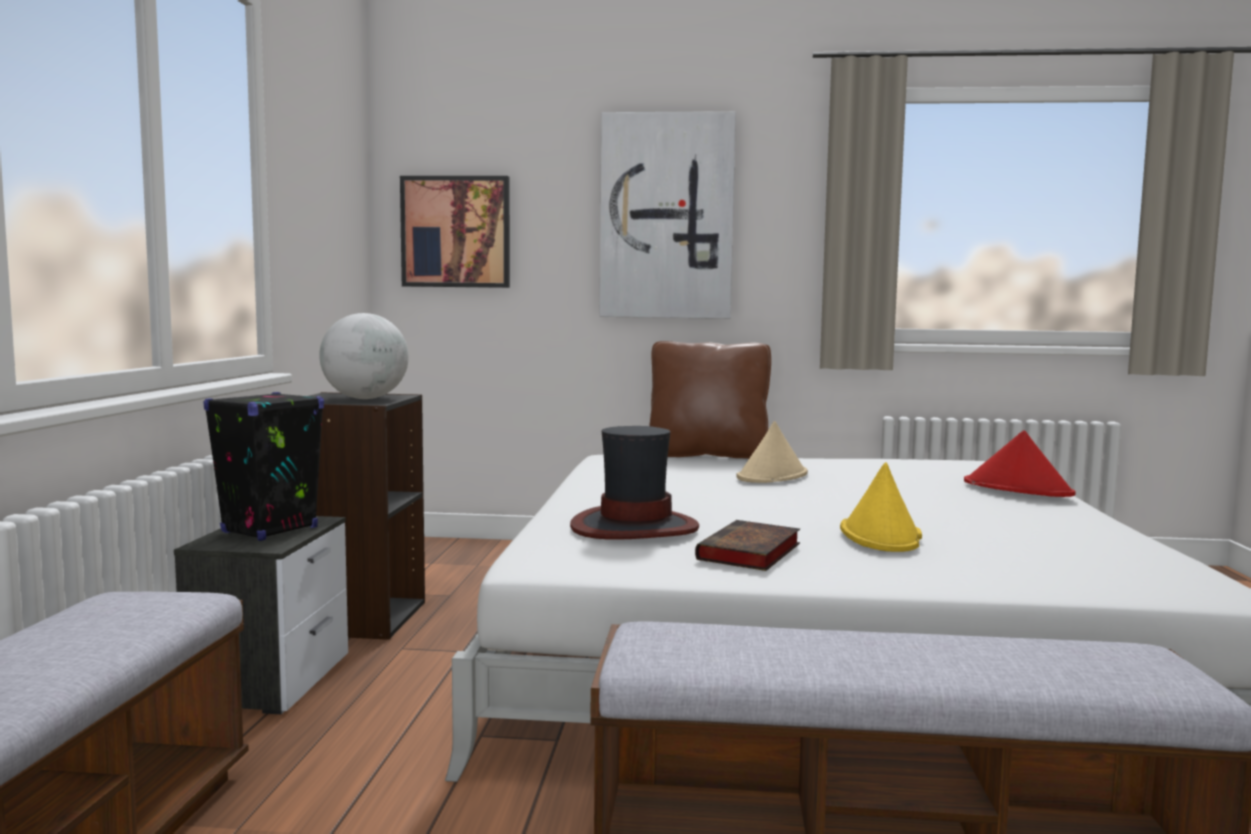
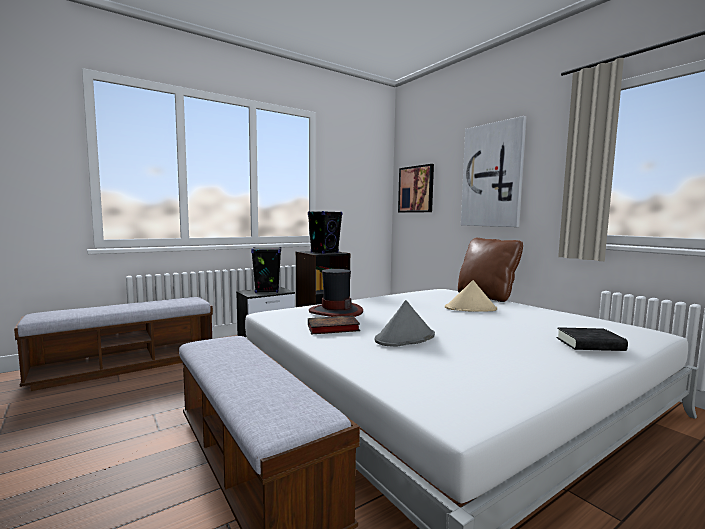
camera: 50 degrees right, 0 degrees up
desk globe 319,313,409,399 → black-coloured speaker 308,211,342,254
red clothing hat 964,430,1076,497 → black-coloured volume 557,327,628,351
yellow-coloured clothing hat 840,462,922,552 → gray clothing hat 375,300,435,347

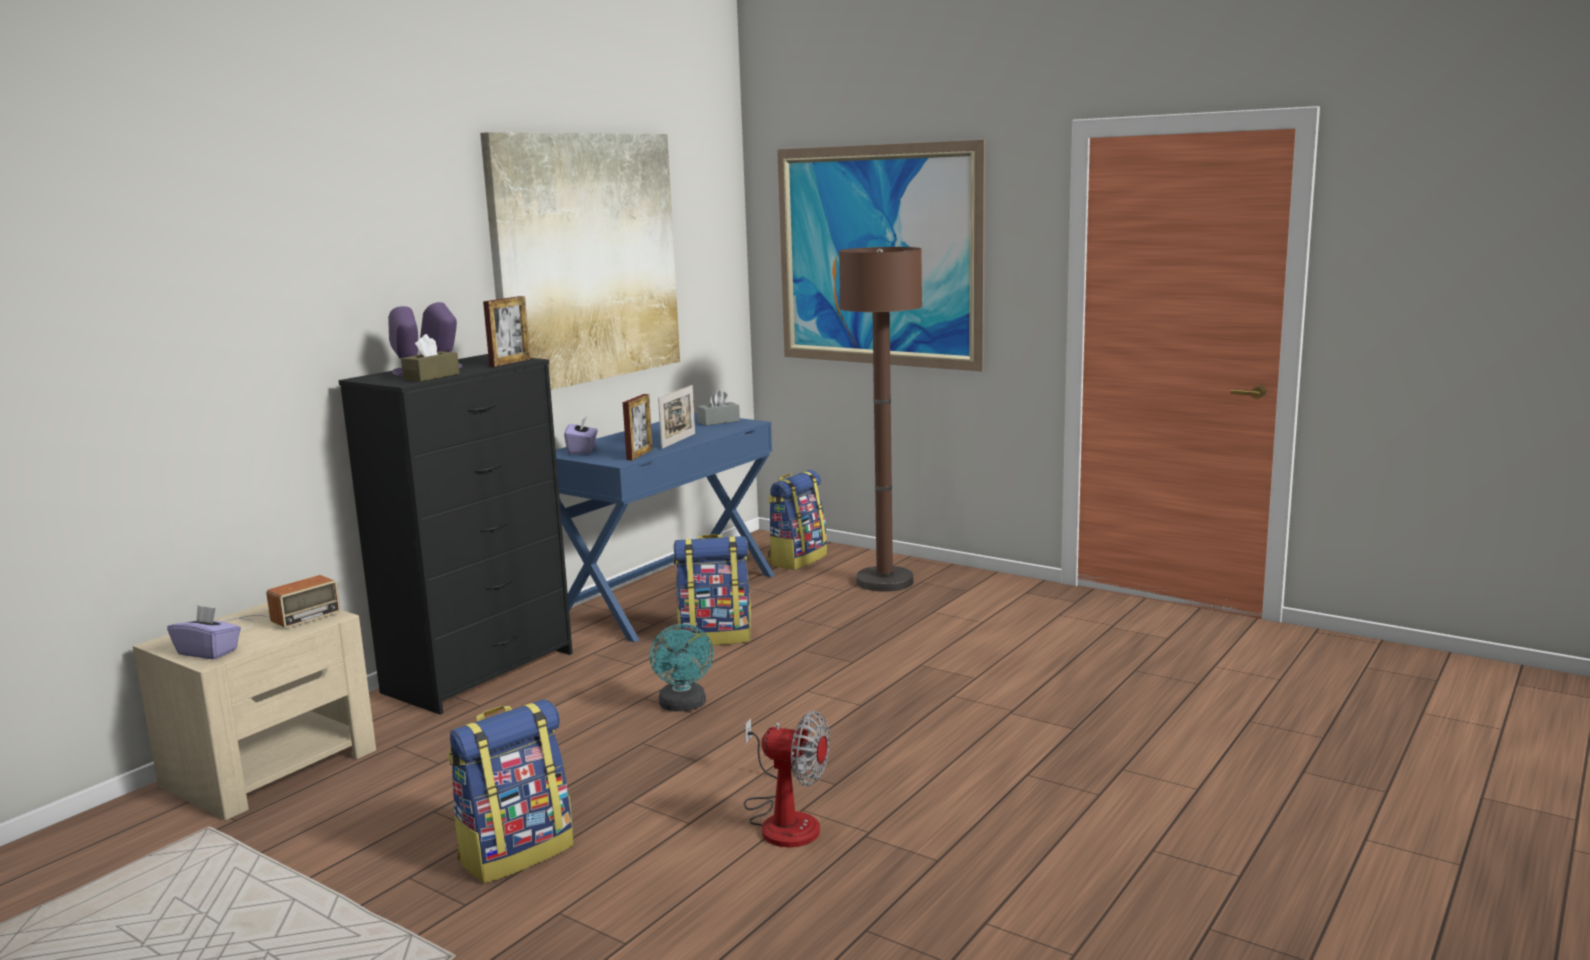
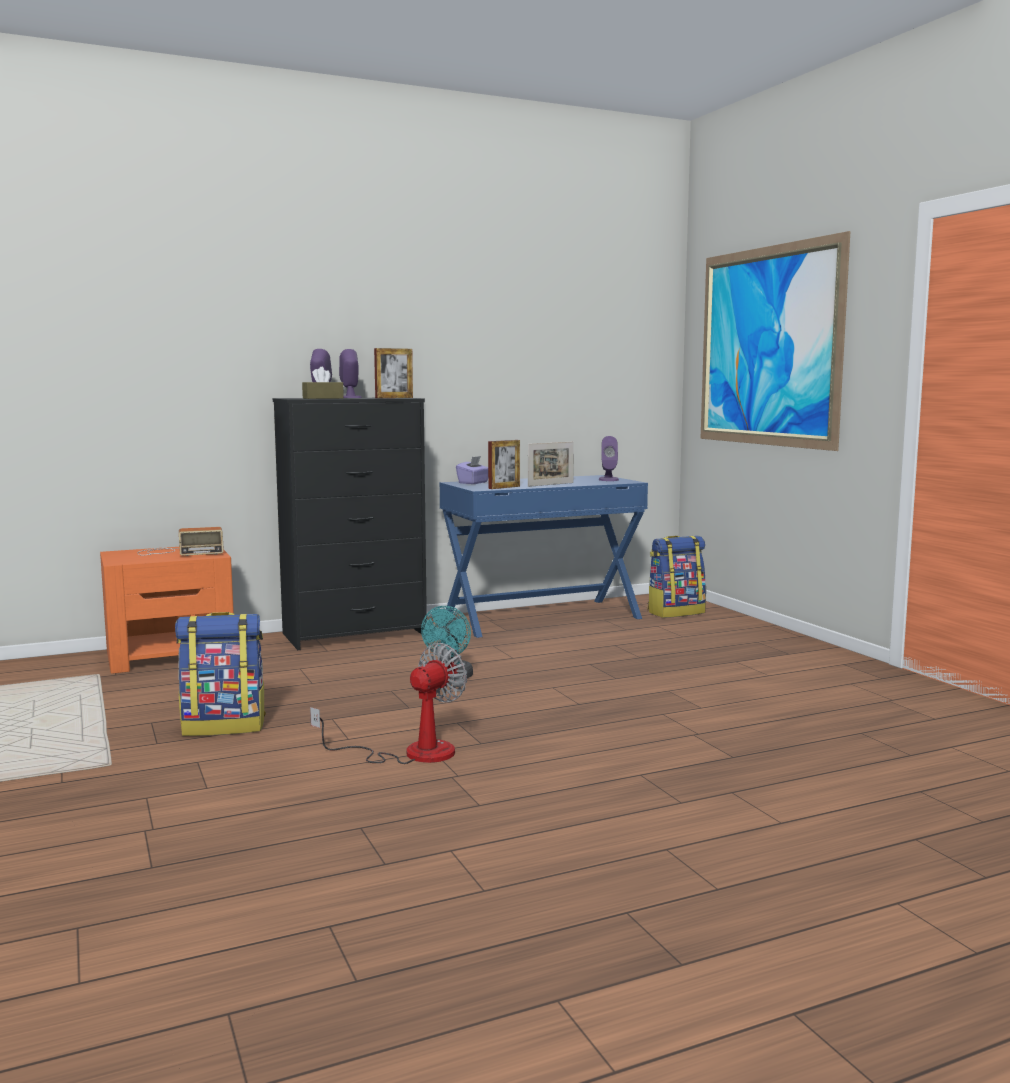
camera: 30 degrees right, 5 degrees down
picture 480,132,680,390 → -
brownish standard lamp 839,247,922,592 → -
gray tissue holder 697,390,740,425 → purplish speaker 599,436,619,481
backpack 673,534,751,646 → -
sand-coloured nightstand 133,602,376,820 → orange-coloured nightstand 100,547,234,674
purplish tissue holder 167,605,241,659 → -
fan 744,711,830,848 → fan 310,643,467,764, 105 degrees counterclockwise

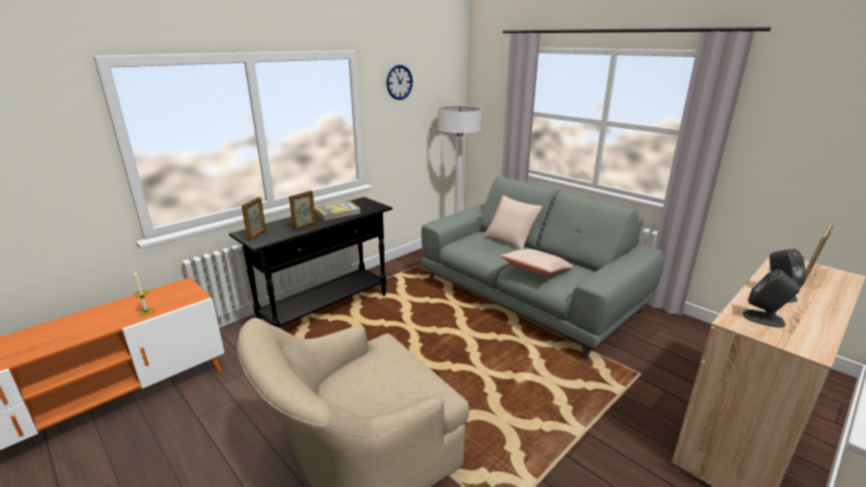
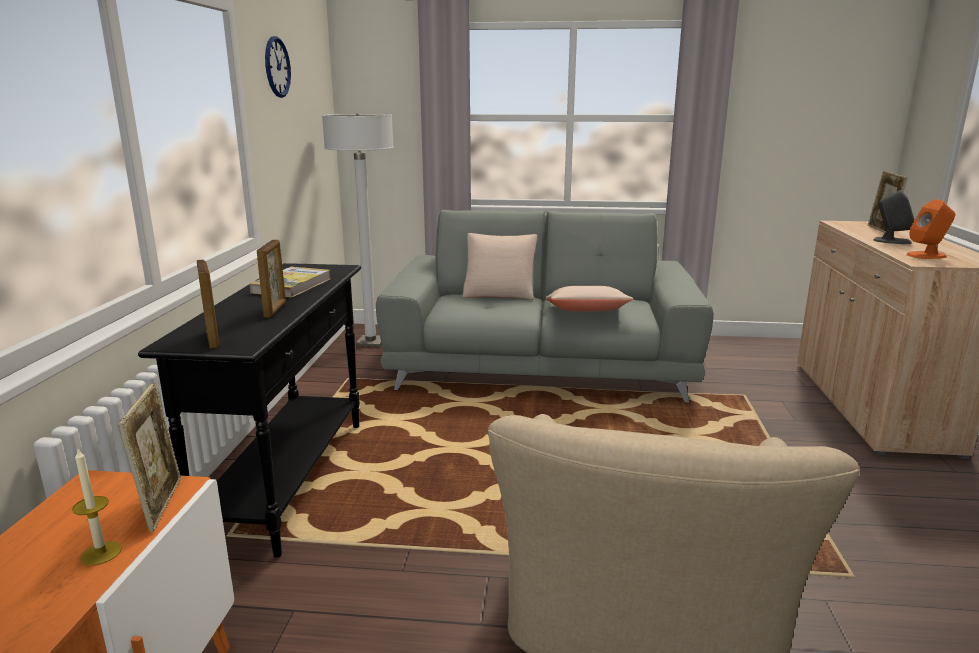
camera: 40 degrees left, 5 degrees down
gray speaker 743,270,800,328 → orange-coloured speaker 906,200,955,259
- → picture frame 118,383,181,532

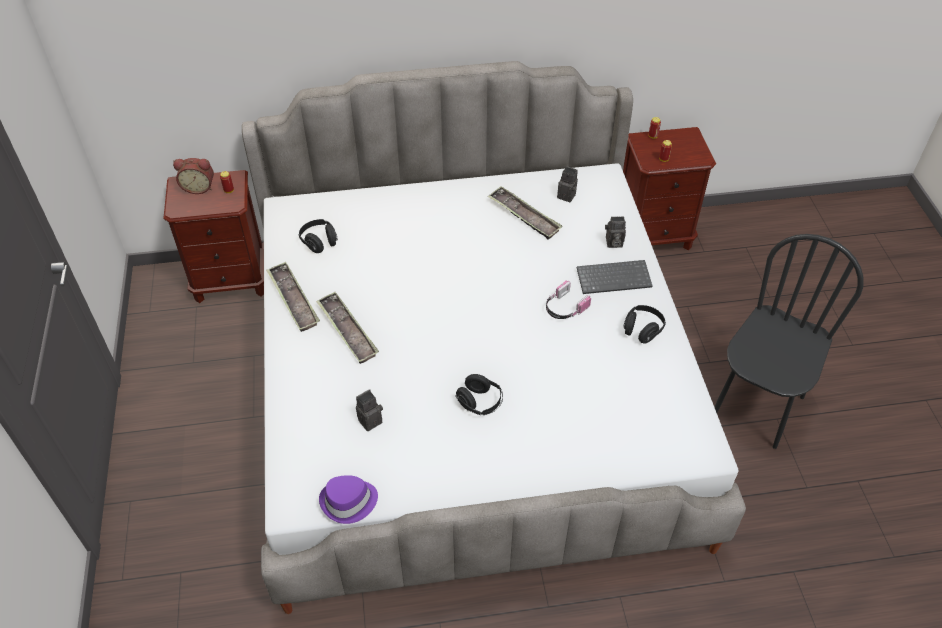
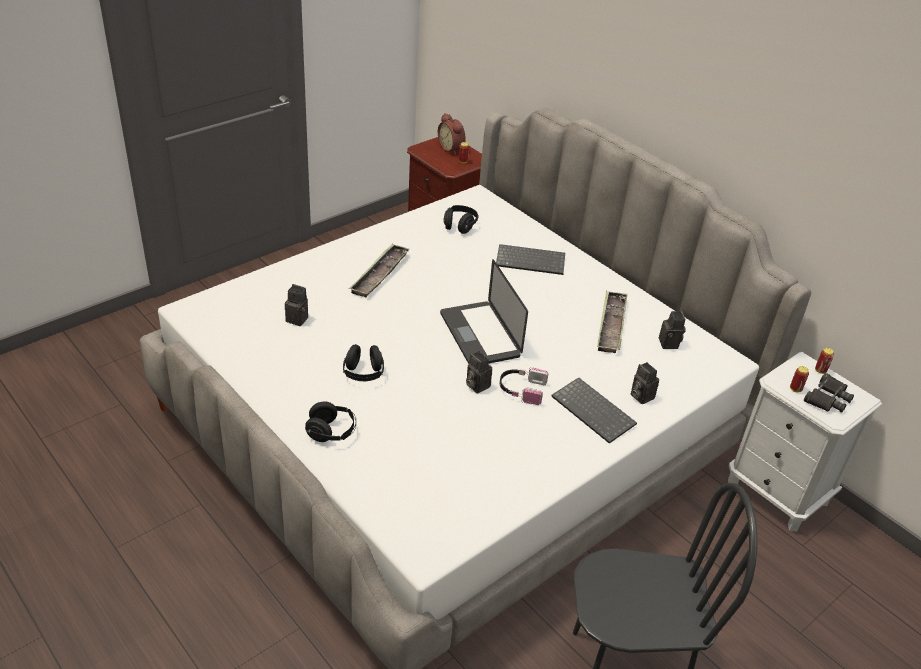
camera: 55 degrees right, 10 degrees down
brownish nightstand 623,127,716,250 → whitish nightstand 728,352,882,531
carrying tray 266,262,320,332 → -
black-coloured headset 623,305,666,344 → black-coloured headset 305,402,356,442, move
purplish clothing hat 319,475,378,524 → -
- → keyboard 496,244,565,275
- → notebook computer 440,259,528,364
- → still camera 466,351,492,394
- → black-coloured binoculars 804,373,854,413

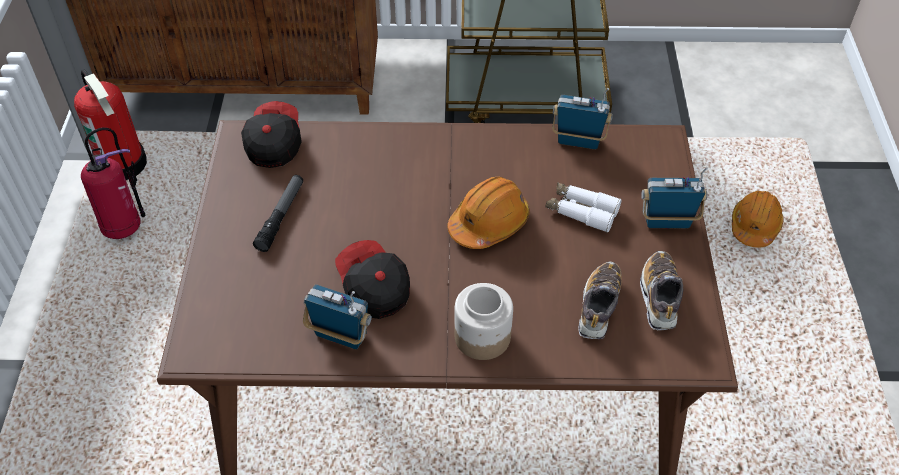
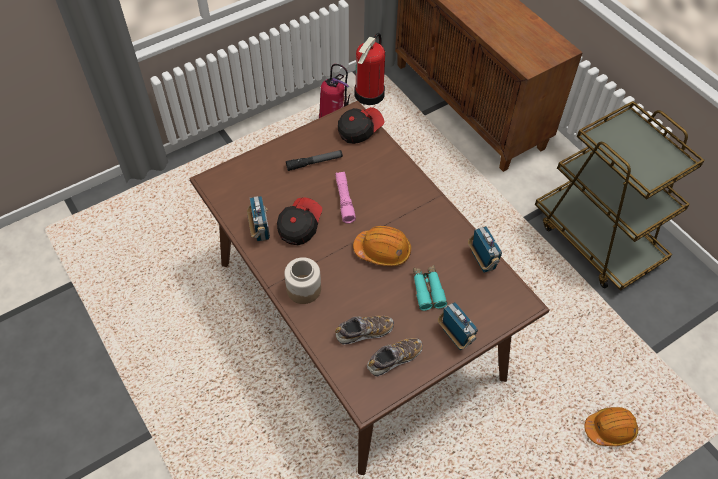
camera: 55 degrees right, 5 degrees up
whitish binoculars 546,182,621,233 → blue-green binoculars 413,265,448,311
- → pinkish hand torch 335,172,356,224

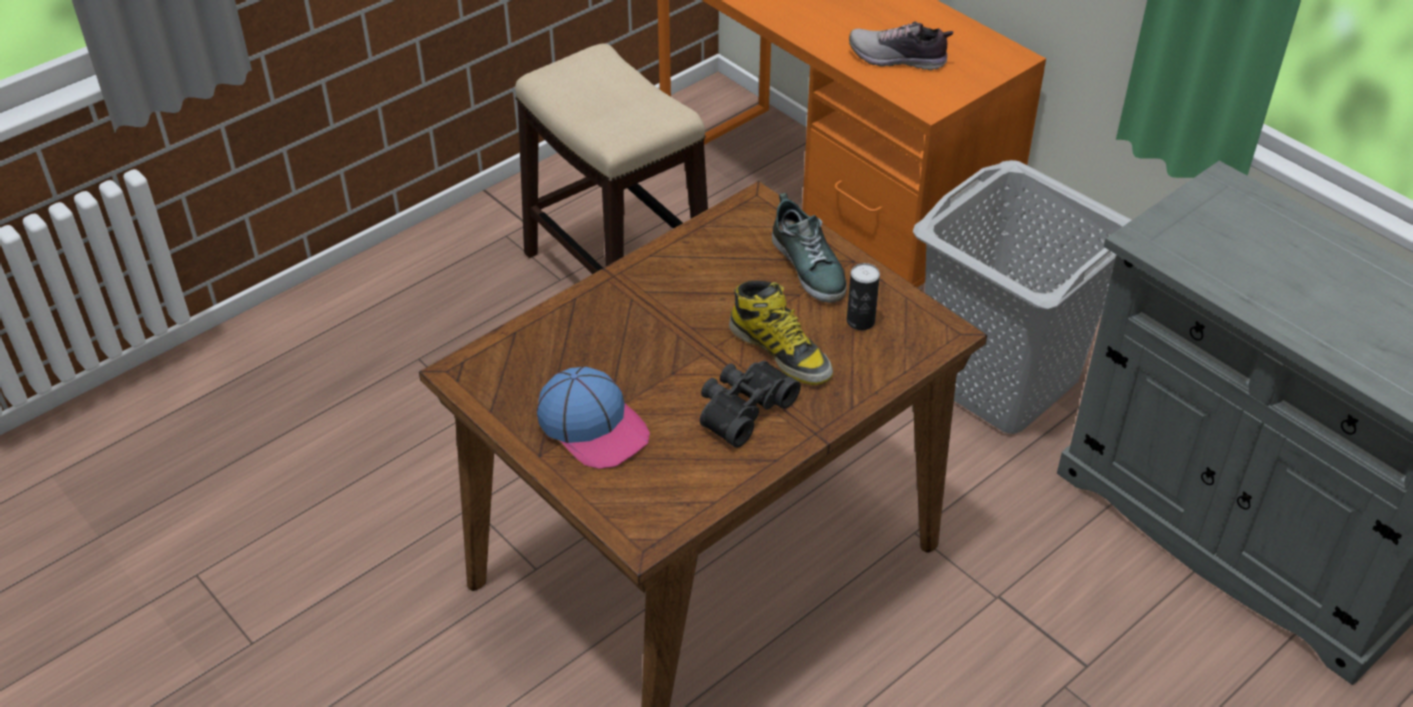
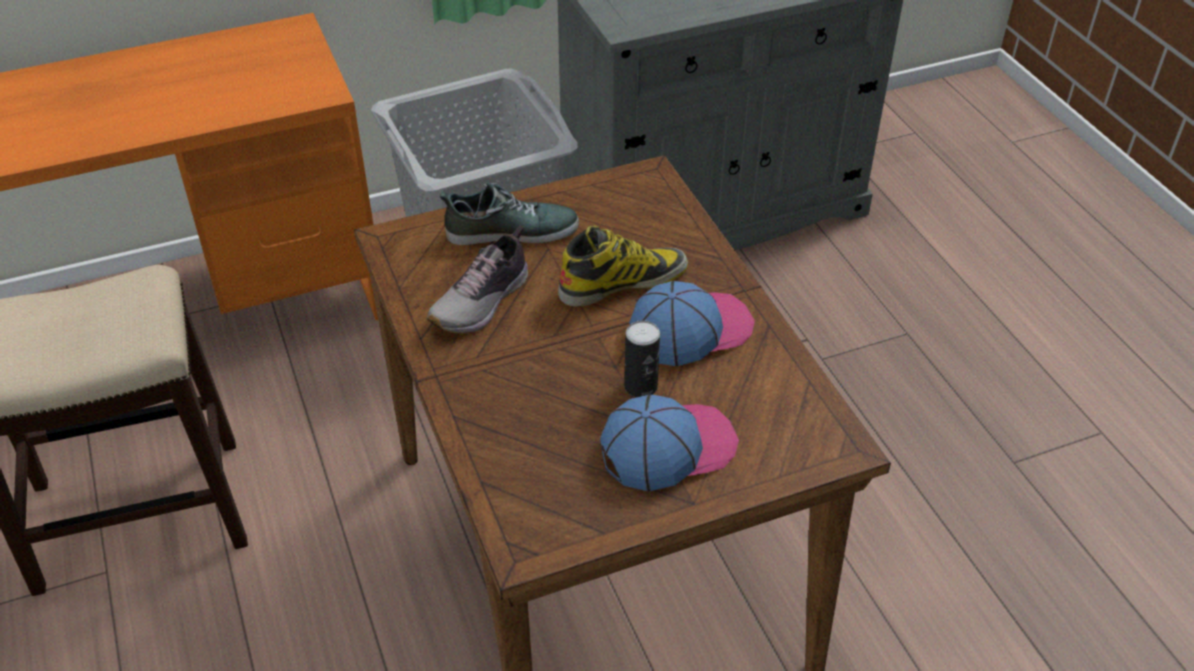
camera: 70 degrees left, 0 degrees up
shoe 849,21,954,70 → shoe 427,226,528,334, move
can 847,263,880,330 → can 624,320,660,397, move
black-coloured binoculars 700,361,801,448 → baseball cap 629,281,755,366

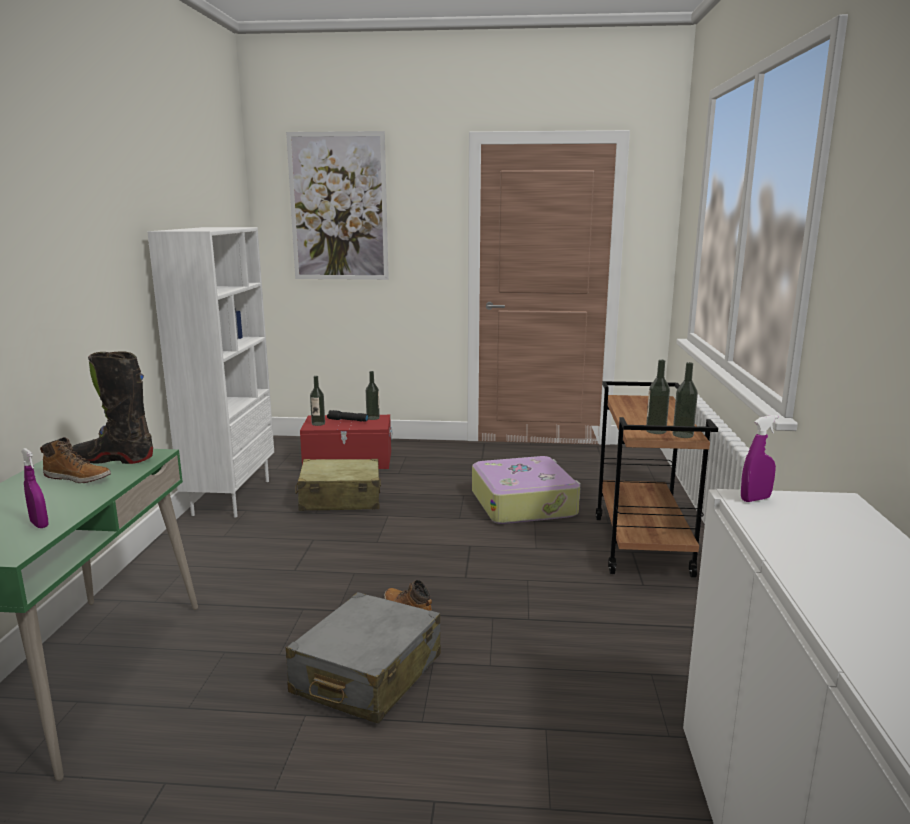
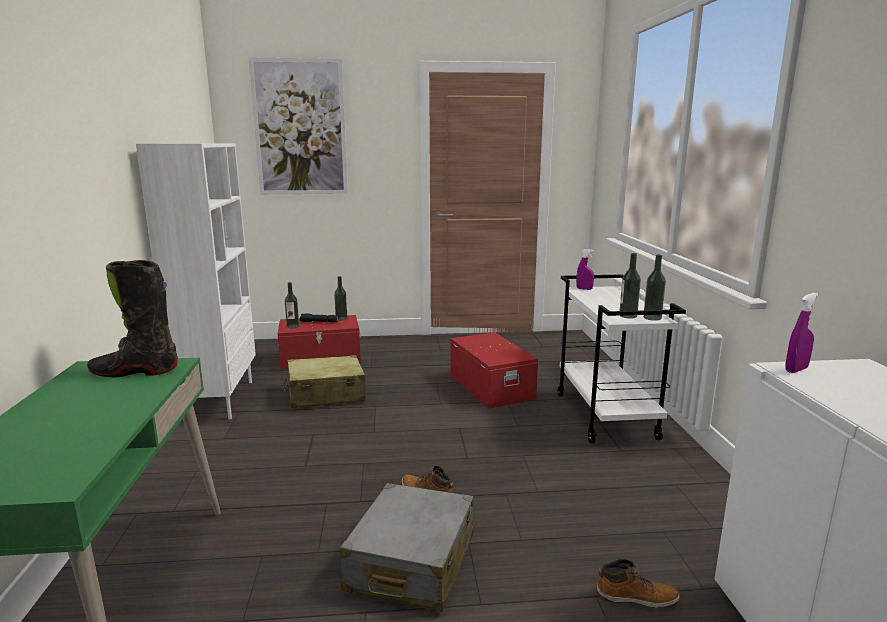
camera: 10 degrees left, 0 degrees up
brownish cart 596,381,718,578 → whitish cart 557,274,686,443
tall boot 40,437,111,483 → tall boot 596,559,679,608, move
purplish sprayer 21,448,49,528 → purplish sprayer 576,249,594,290, move
piece of luggage 472,456,581,524 → red storage bin 450,332,538,409

